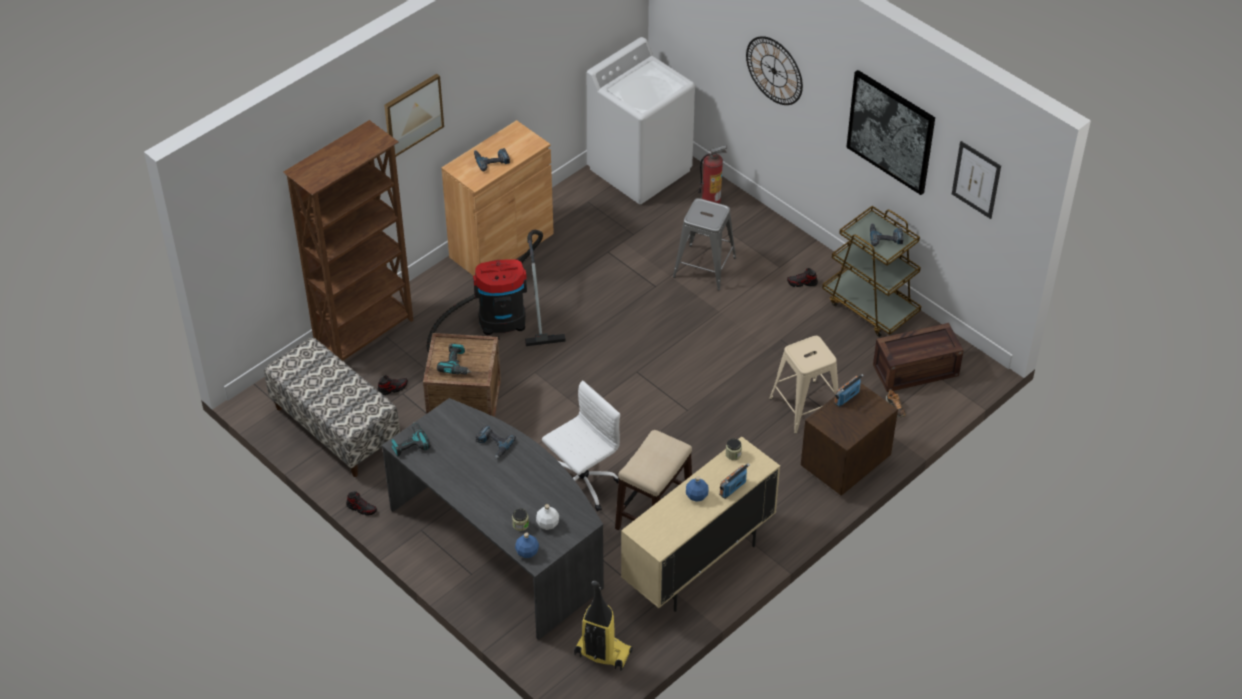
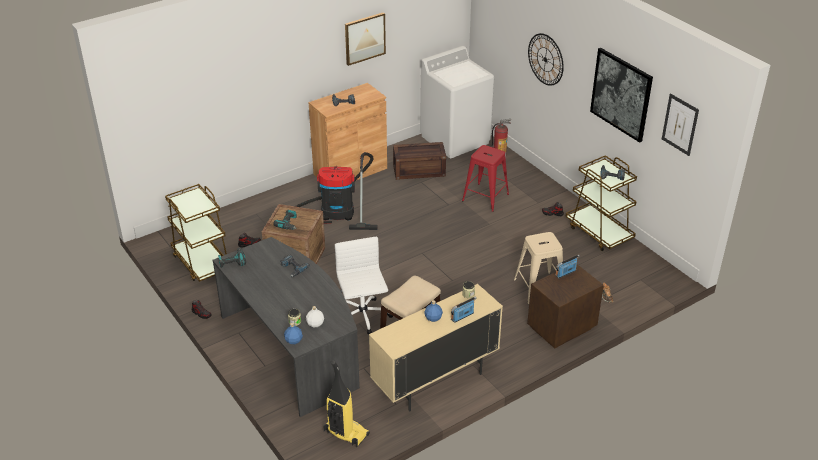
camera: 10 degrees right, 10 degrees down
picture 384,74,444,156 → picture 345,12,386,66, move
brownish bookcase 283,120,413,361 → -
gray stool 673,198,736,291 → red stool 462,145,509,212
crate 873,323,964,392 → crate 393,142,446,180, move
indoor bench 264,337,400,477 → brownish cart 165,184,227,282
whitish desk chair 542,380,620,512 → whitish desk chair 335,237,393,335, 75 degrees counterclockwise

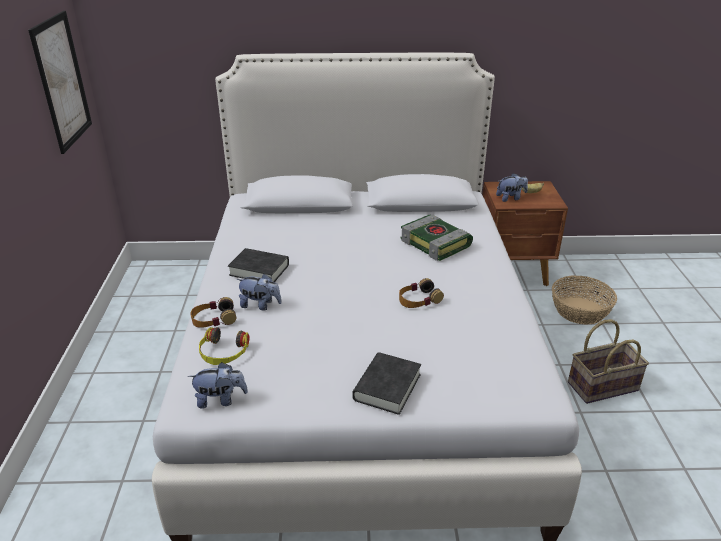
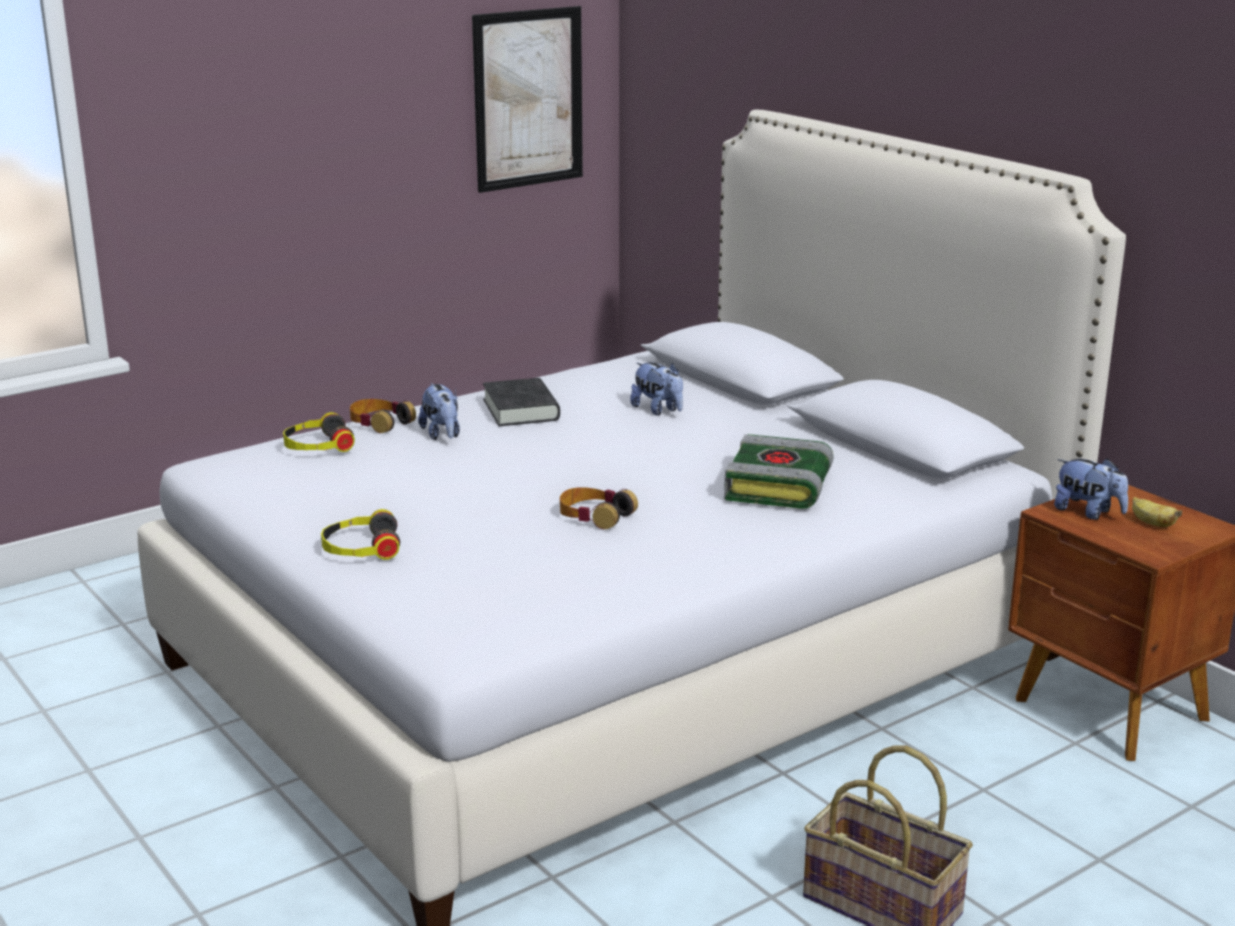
camera: 55 degrees right, 10 degrees down
storage basket 552,276,617,325 → -
black-coloured volume 352,352,421,415 → headset 321,509,400,560
plush toy 188,362,248,409 → plush toy 630,362,683,416, move

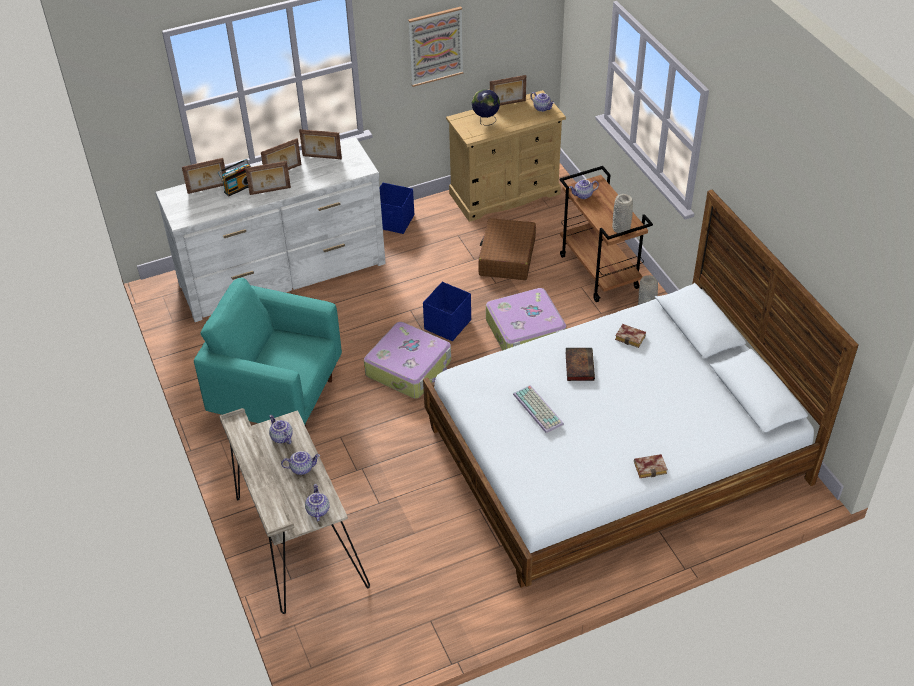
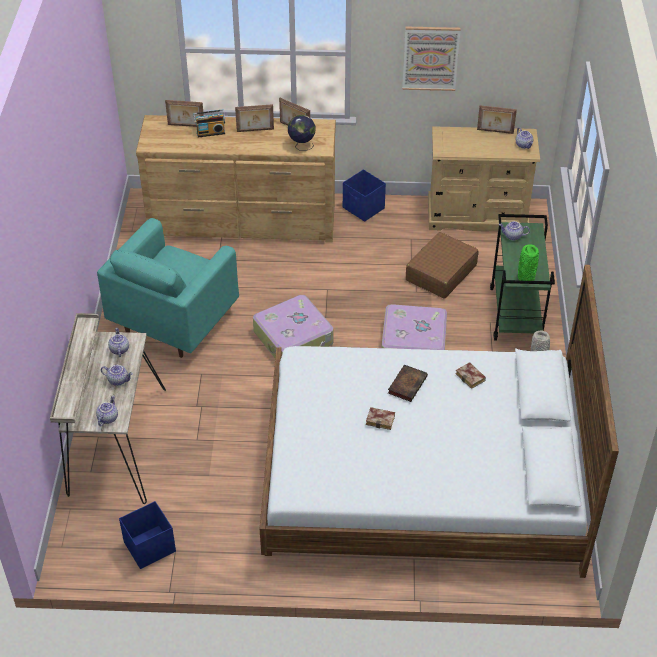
camera: 25 degrees right, 0 degrees up
desk globe 472,89,500,126 → desk globe 288,115,316,151, move
whitish chest of drawers 155,137,386,322 → brownish chest of drawers 136,115,336,243
picture frame 245,161,291,195 → -
brownish cart 560,166,653,302 → green-coloured cart 490,214,555,341
gray vase 612,194,633,233 → green-coloured vase 518,245,539,281
blue-green armchair 194,278,342,427 → blue-green armchair 97,218,239,358, 105 degrees counterclockwise
blue-coloured storage bin 423,282,471,341 → blue-coloured storage bin 119,501,176,569, move
keyboard 513,385,564,433 → -
volume 634,454,668,478 → volume 366,407,395,430, move

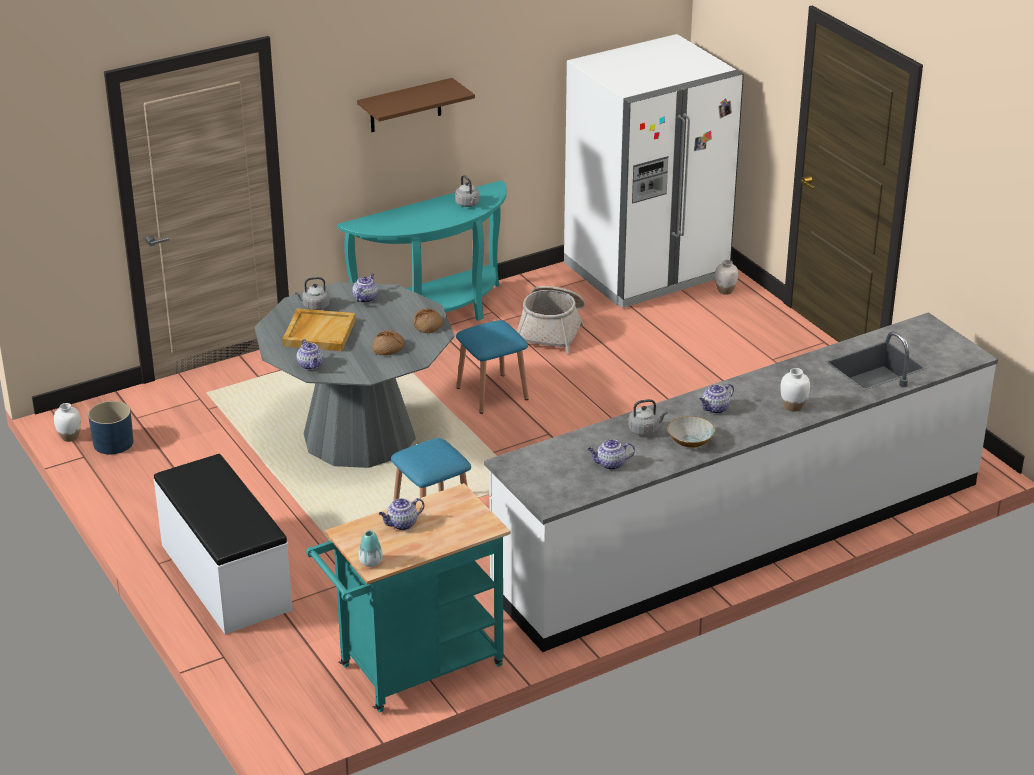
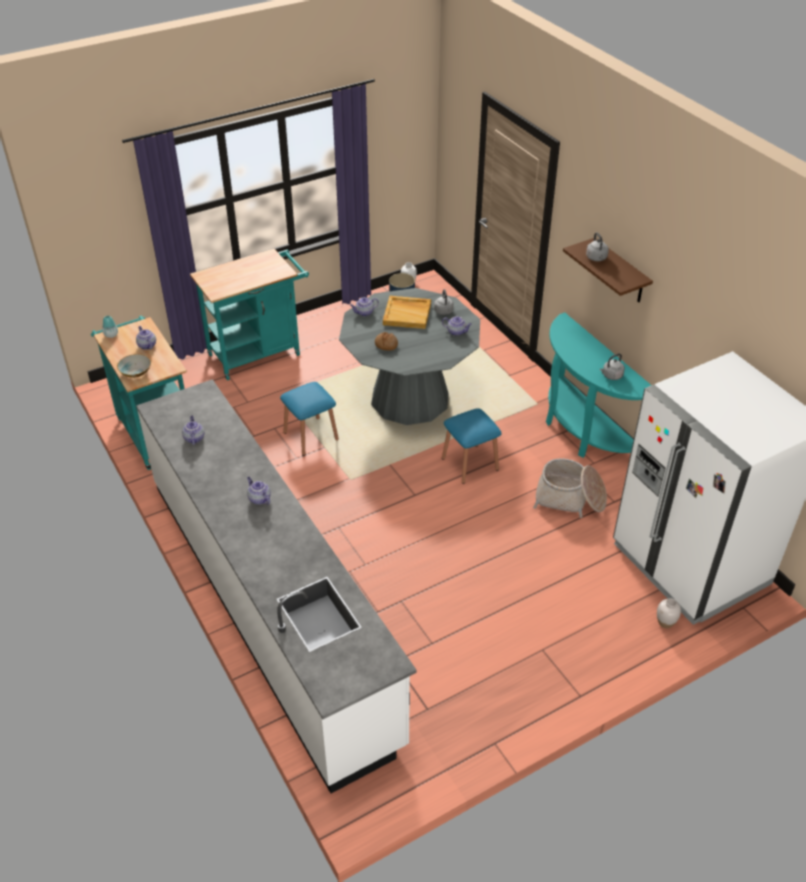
camera: 90 degrees right, 10 degrees up
bread 413,308,443,333 → -
whitish vase 780,368,810,412 → -
gray water kettle 628,399,668,436 → gray water kettle 586,232,609,261, move
bowl 667,416,715,448 → bowl 117,354,151,378, move
whitish indoor bench 154,454,293,634 → blue-green cart 190,249,309,380

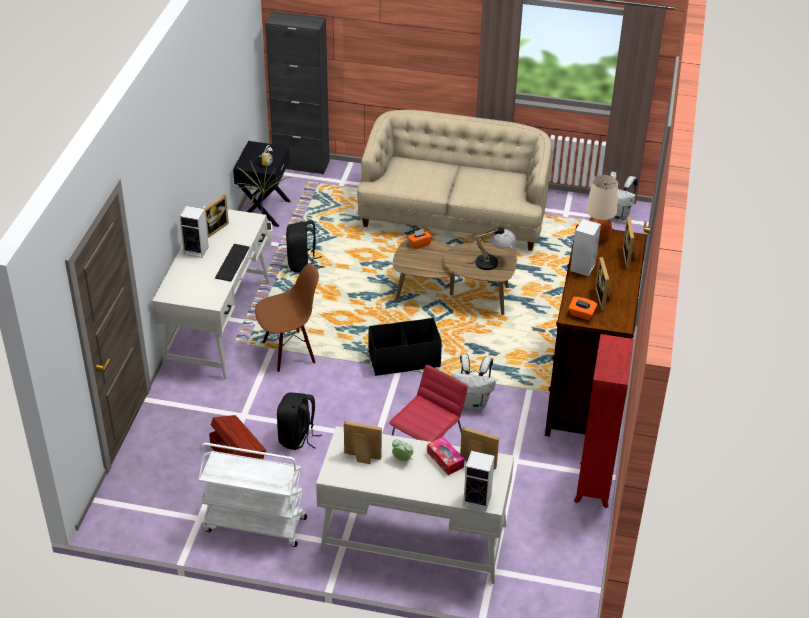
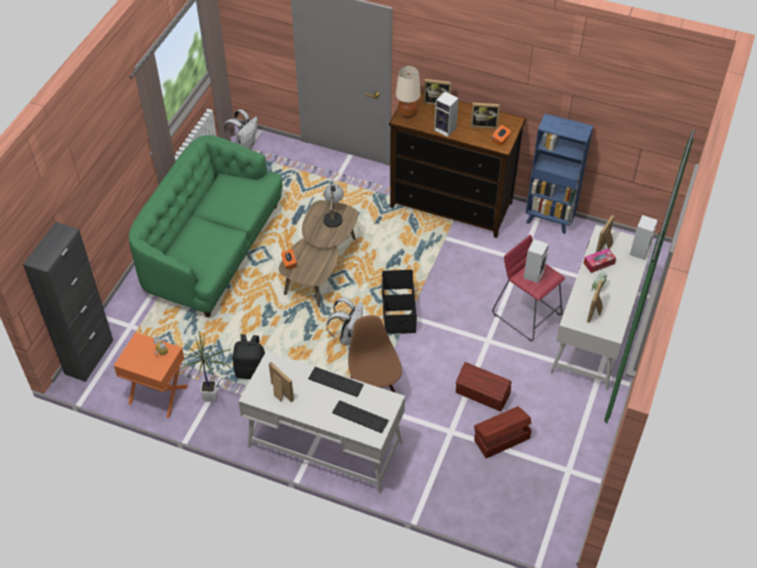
camera: 80 degrees left, 10 degrees up
sand-coloured sofa 357,110,552,251 → green-coloured sofa 129,135,283,318
black-coloured nightstand 233,141,290,227 → orange-coloured nightstand 114,332,188,419
speaker 179,206,209,258 → speaker 523,239,549,283, move
red bookcase 574,334,634,508 → blue-coloured bookcase 525,114,593,234
whitish backpack 452,354,496,409 → whitish backpack 326,297,363,345, move
black-coloured backpack 277,392,322,450 → brownish storage bin 456,362,512,412
whitish cart 198,443,307,547 → -
- → keyboard 332,400,389,433

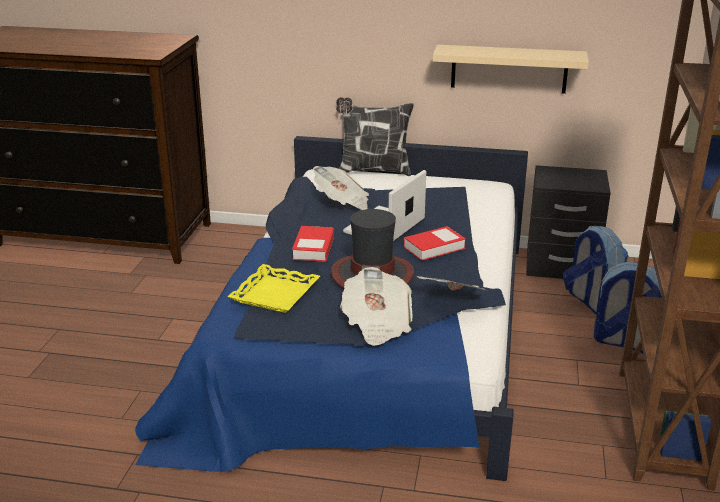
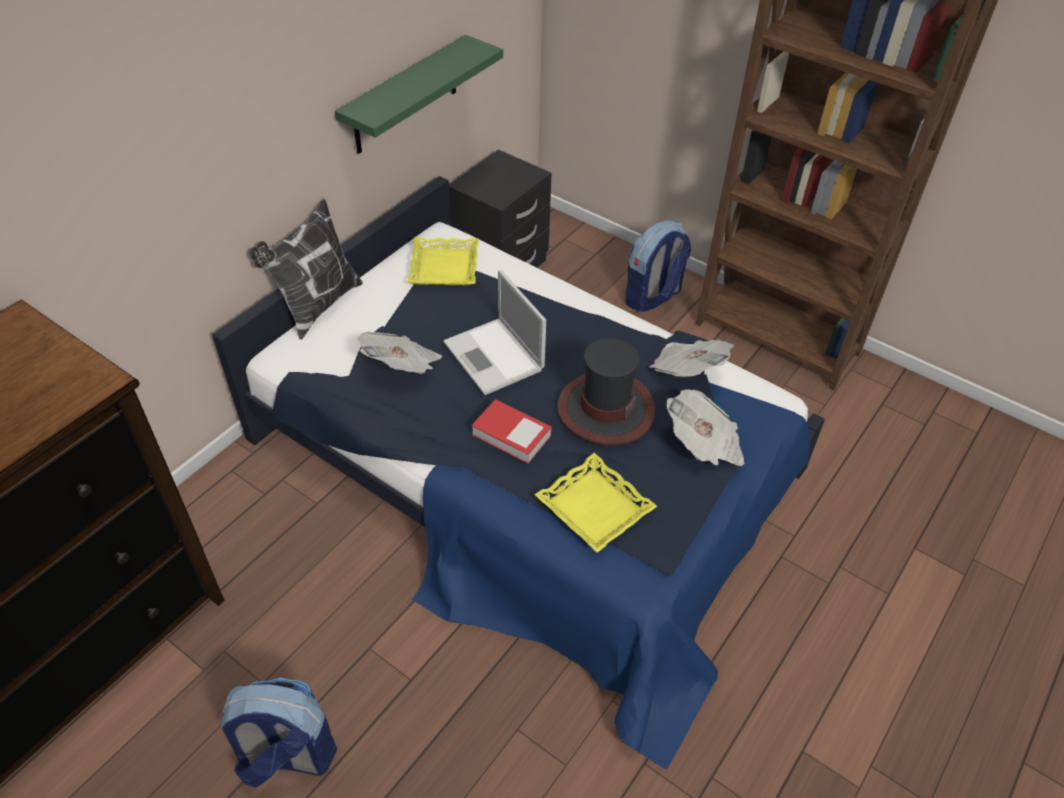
camera: 65 degrees left, 20 degrees up
sand-coloured shelf 433,45,589,94 → green-coloured shelf 335,35,503,154
volume 404,226,466,261 → -
backpack 563,226,629,315 → backpack 218,677,337,788, move
- → yellow-coloured carrying tray 408,237,479,285

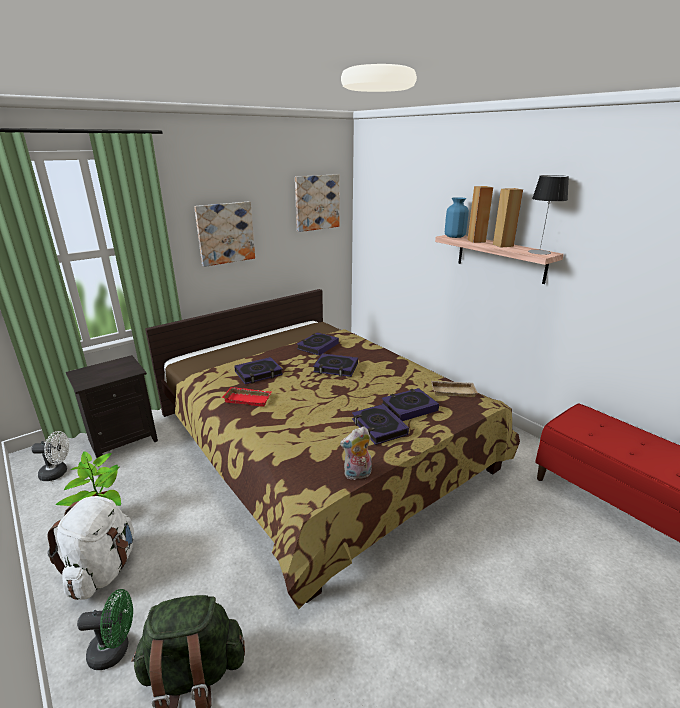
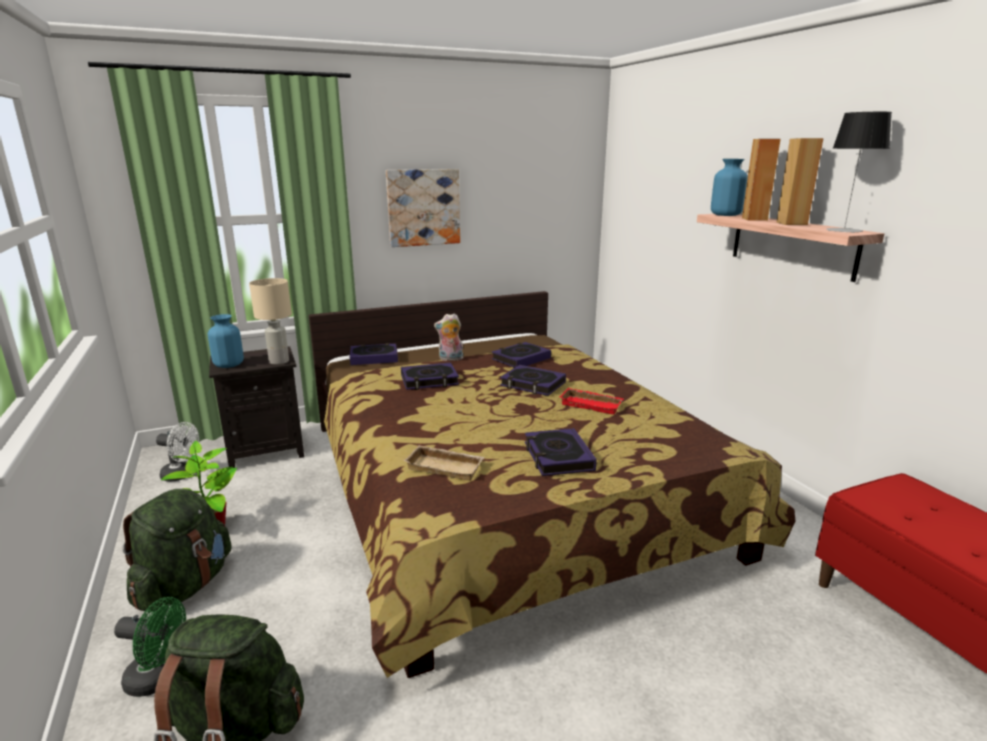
camera: 15 degrees right, 5 degrees down
picture 295,174,339,232 → -
sand-coloured carrying tray 431,381,478,397 → sand-coloured carrying tray 403,445,485,481, move
red carrying tray 222,387,272,407 → red carrying tray 559,388,624,414, move
volume 382,388,439,421 → volume 350,343,398,365, move
plush toy 340,426,372,480 → plush toy 434,313,463,361, move
whitish backpack 47,496,134,600 → green-coloured backpack 122,489,232,612
- → sand-coloured lamp for a table 249,278,292,365
- → blue-coloured vase 208,314,244,368

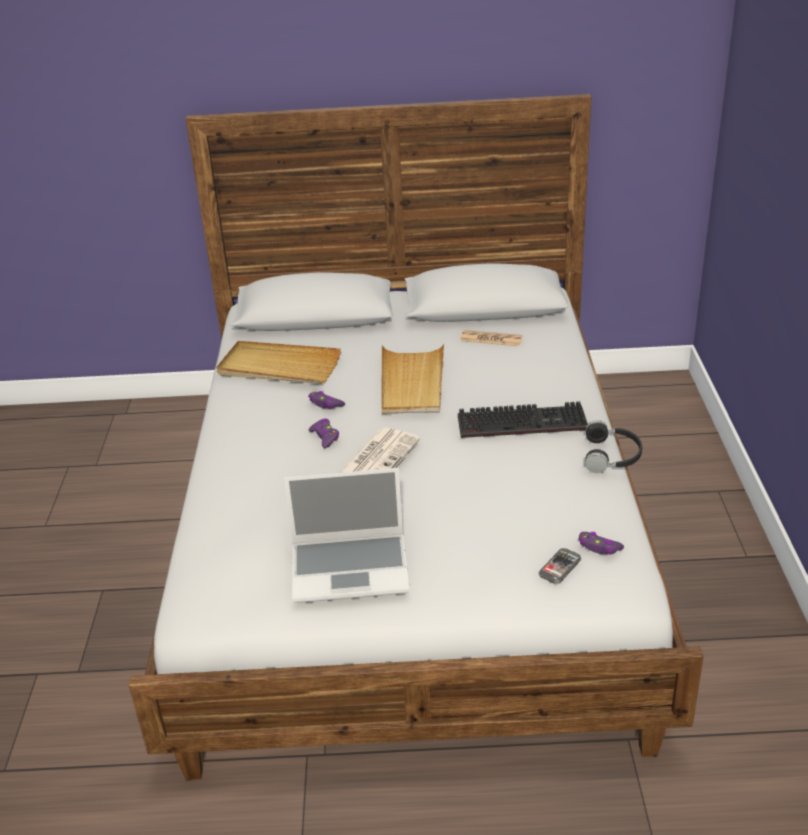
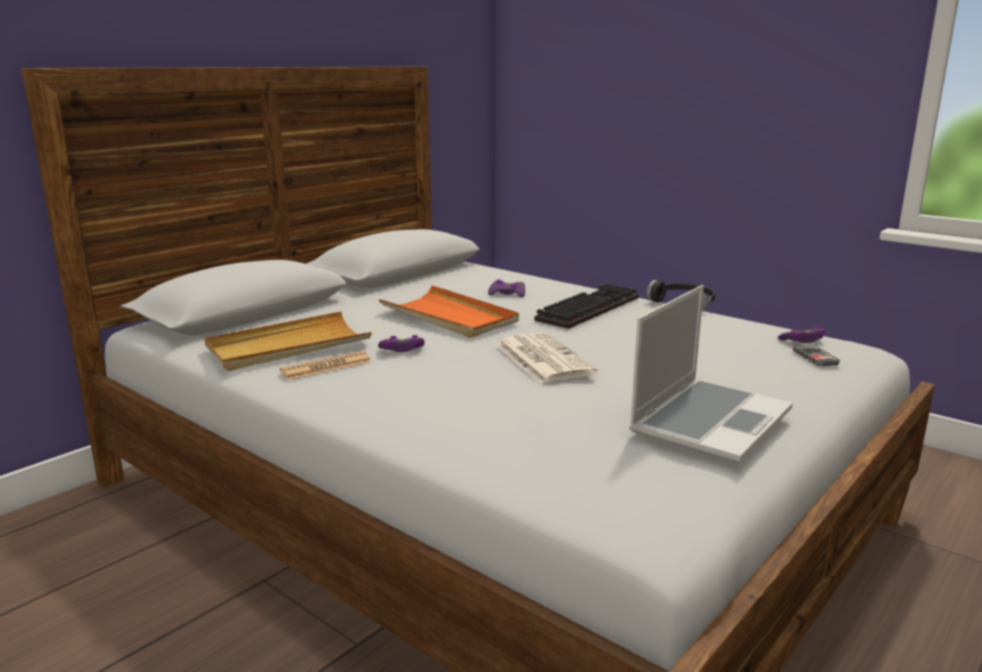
camera: 50 degrees left, 15 degrees down
daily paper 460,330,523,346 → daily paper 280,351,371,380, move
sand-coloured carrying tray 381,343,444,414 → orange-coloured carrying tray 379,285,519,338
purplish gamepad 309,418,339,448 → purplish gamepad 488,279,525,297, move

